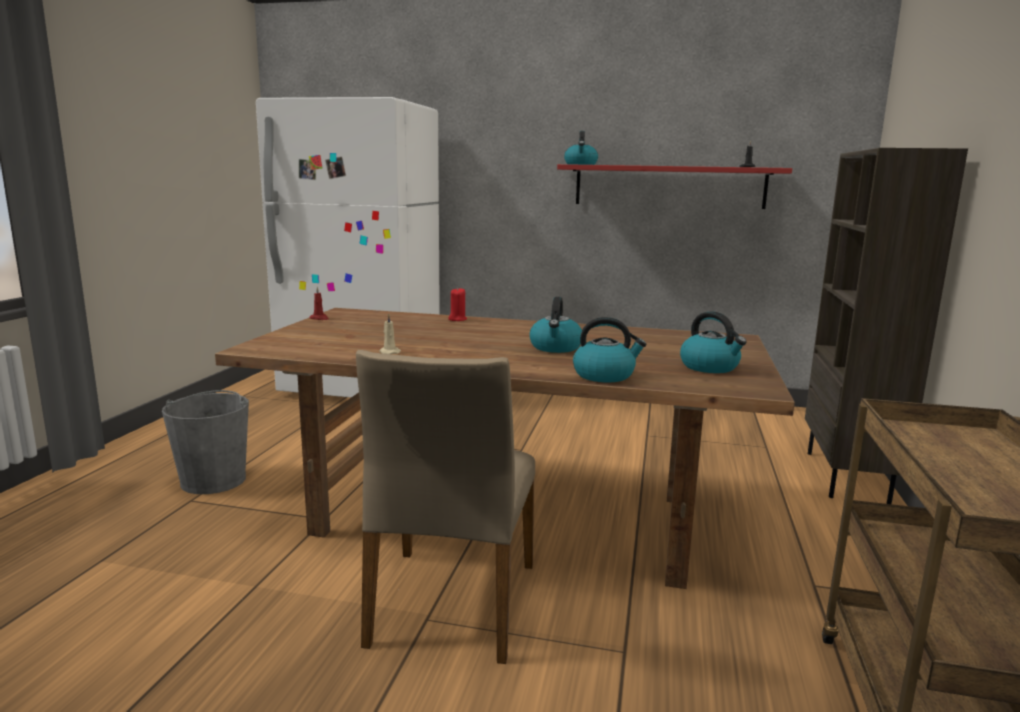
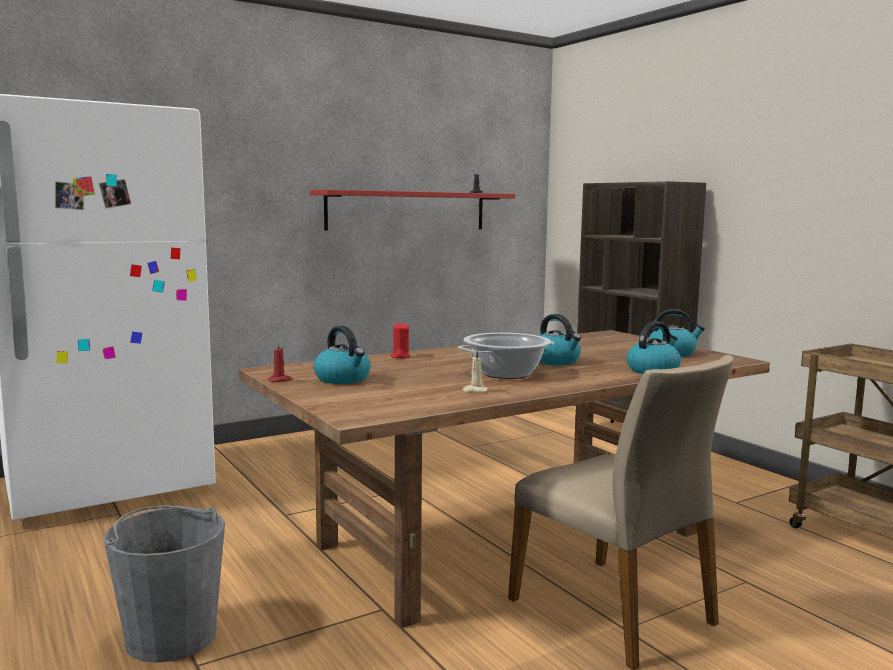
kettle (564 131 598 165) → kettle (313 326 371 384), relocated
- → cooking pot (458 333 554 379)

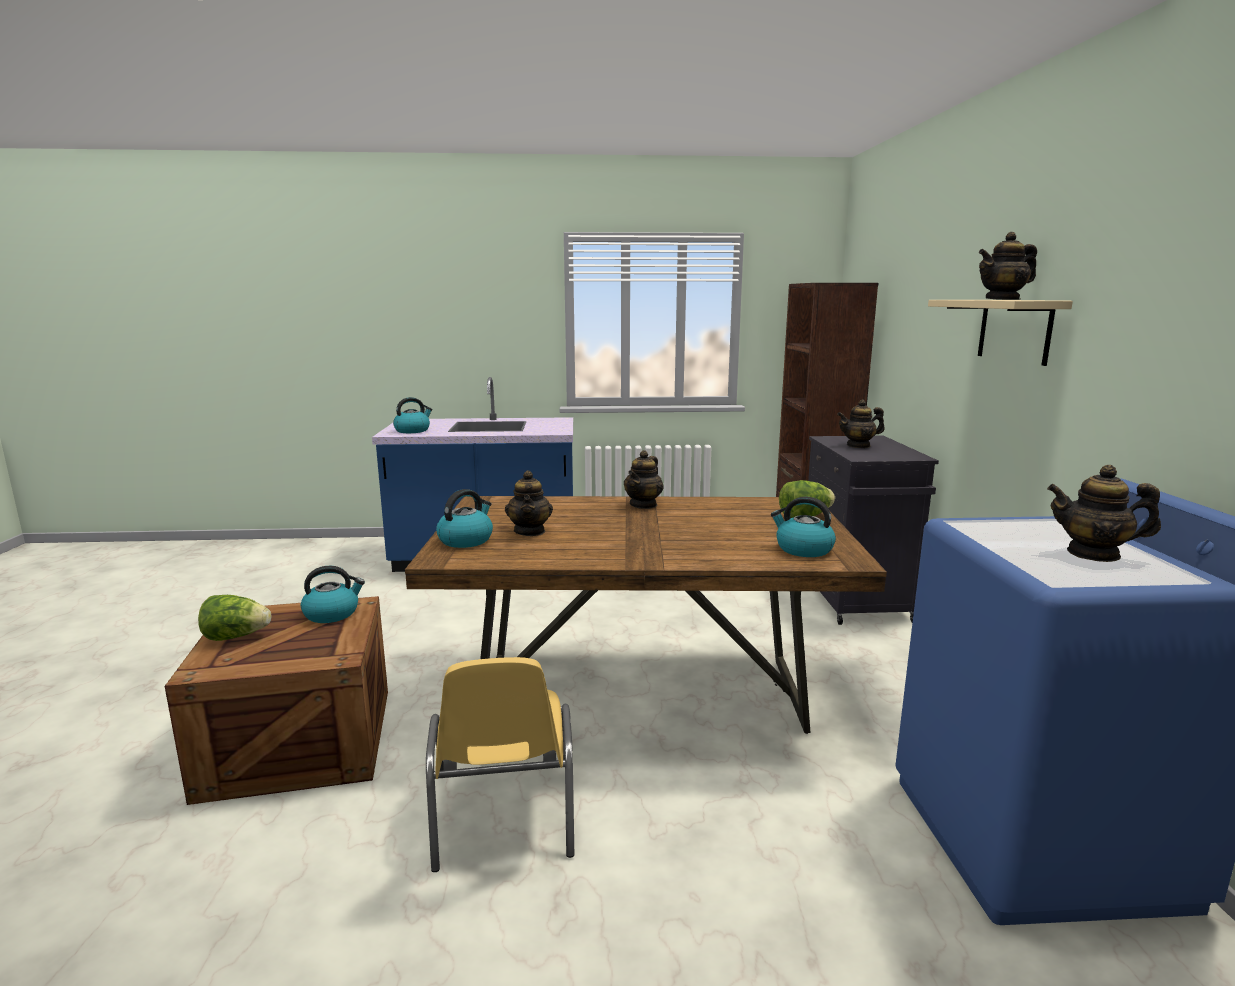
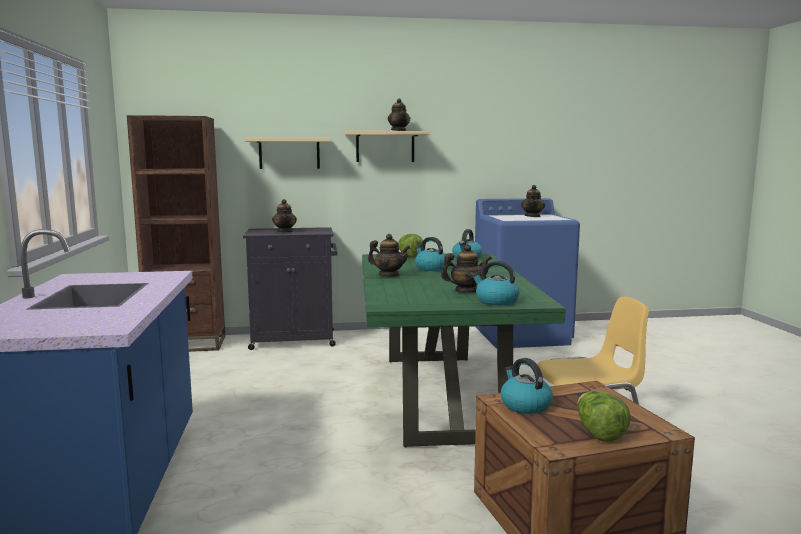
- → beige shelf (244 137 331 169)
brown dining table (405 496 887 734) → green dining table (362 253 566 448)
kettle (393 397 433 433) → kettle (415 237 446 271), relocated

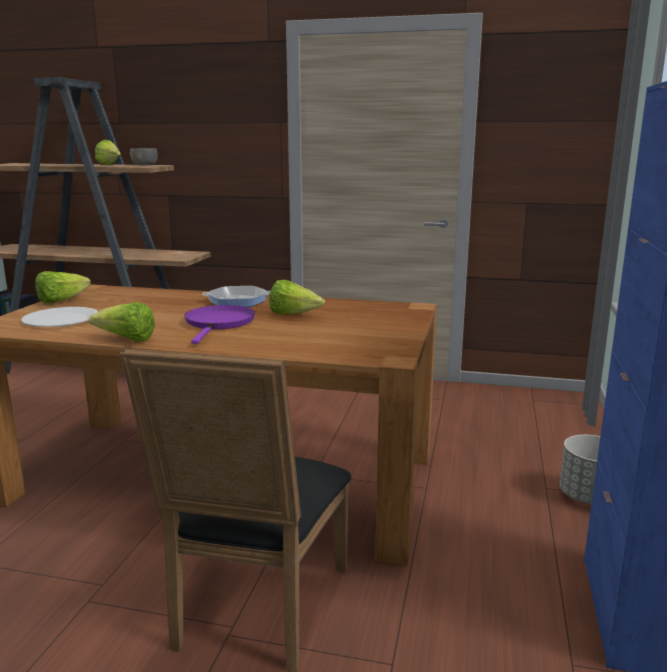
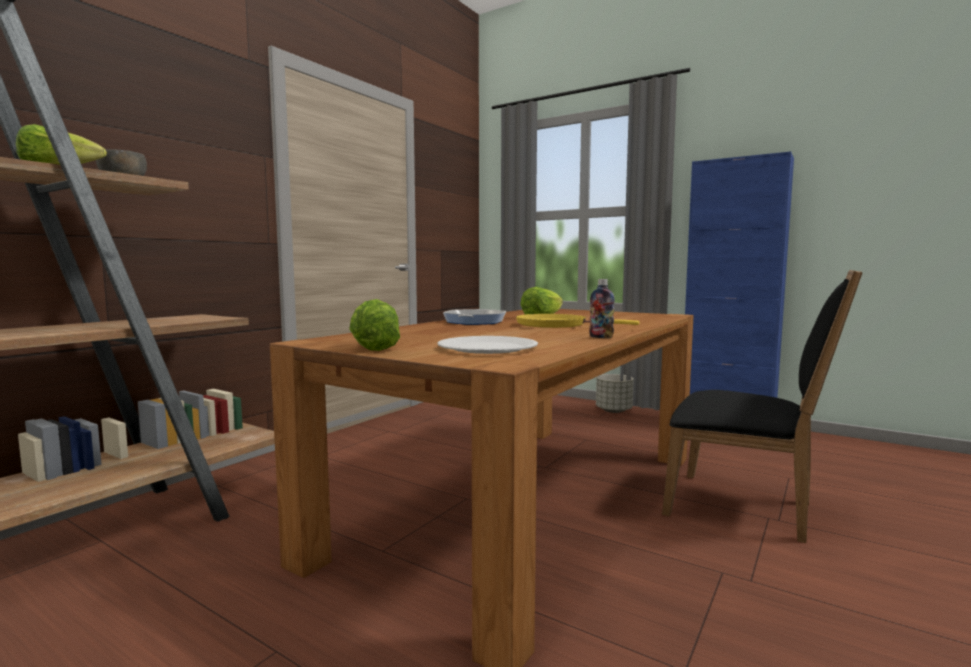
purple frying pan (184 305 255 344) → yellow frying pan (516 314 639 328)
lettuce (88 302 155 342) → bottle (589 279 615 338)

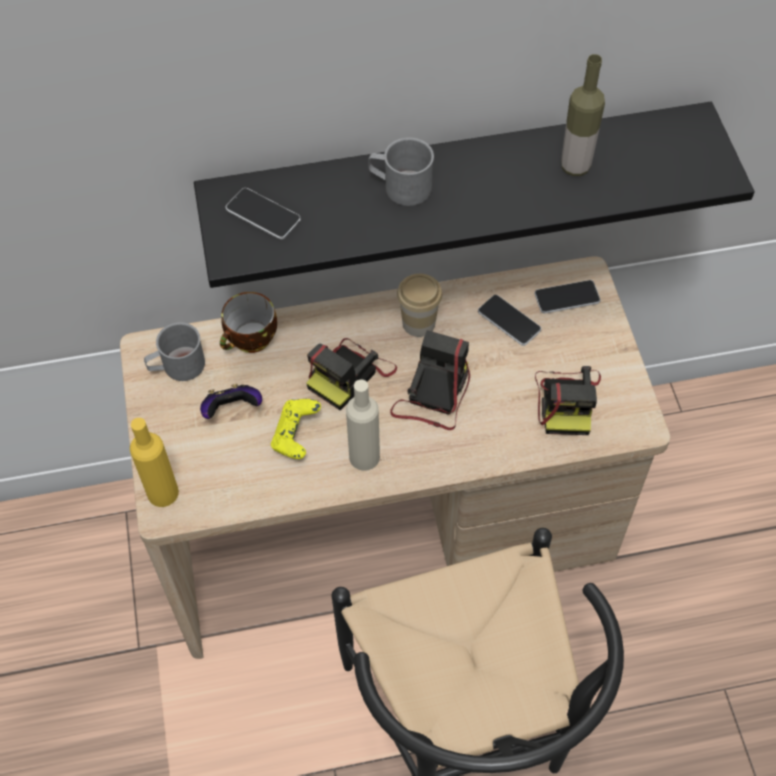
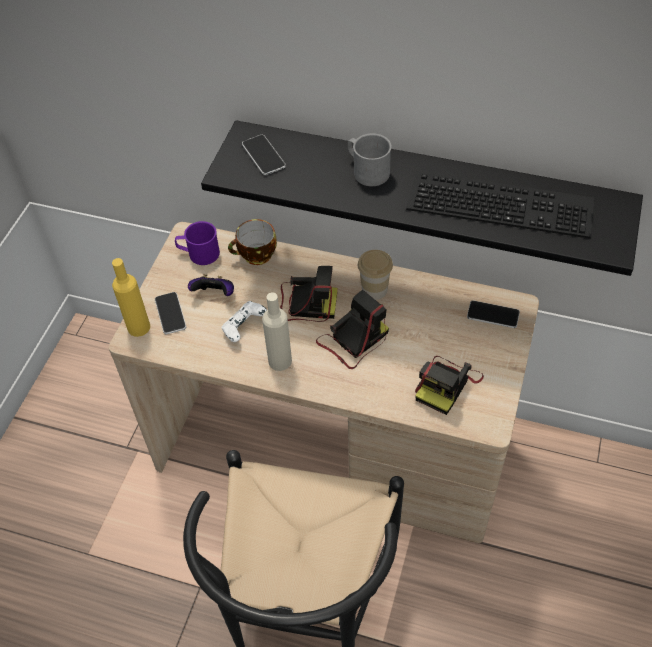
phone (478 295 541 346) → phone (155 292 186 334), relocated
grey mug (144 322 205 381) → purple mug (175 221 220 265)
yellow game controller (271 399 321 459) → white game controller (221 301 267 342)
photo camera (306 338 397 410) → photo camera (280 266 338 322), 150 degrees counterclockwise
bottle (561 54 605 176) → keyboard (406 171 595 239)

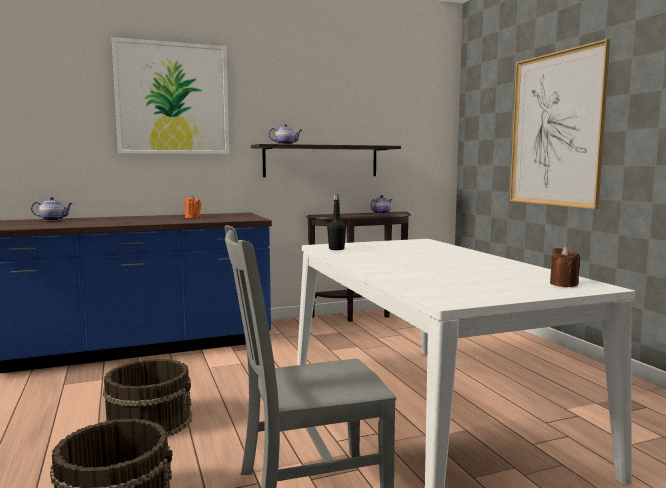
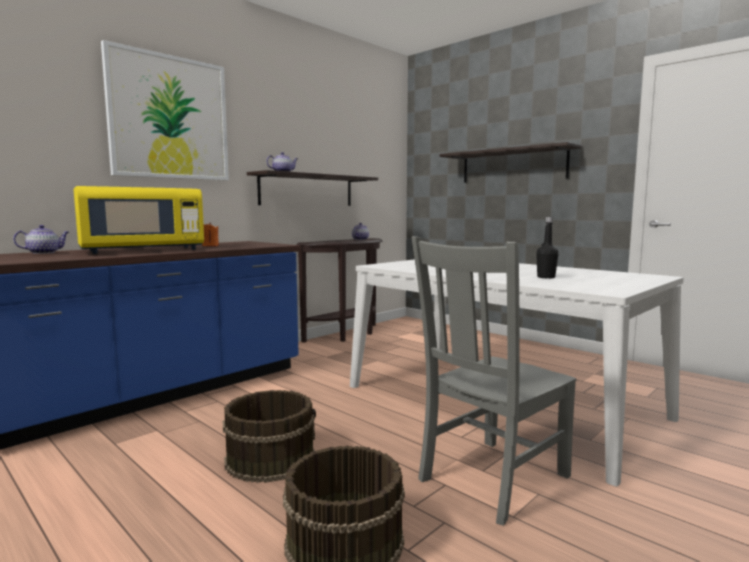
- → yellow microwave (73 186 204 254)
picture (510 39 611 209) → shelf (440 142 582 183)
black bottle (327 195 346 250) → black bottle (536 217 559 279), relocated
brown candle (550 246 580 287) → -

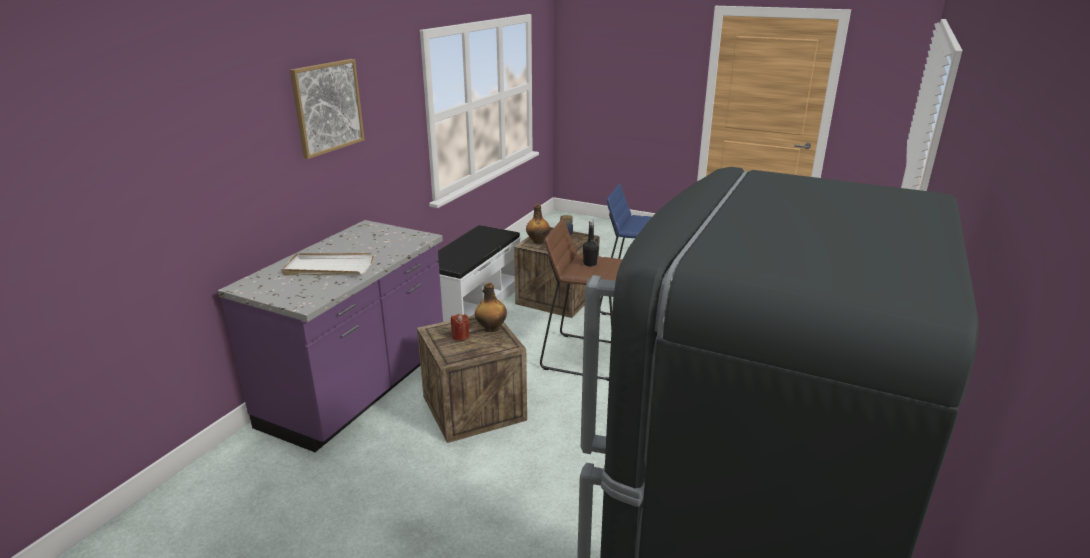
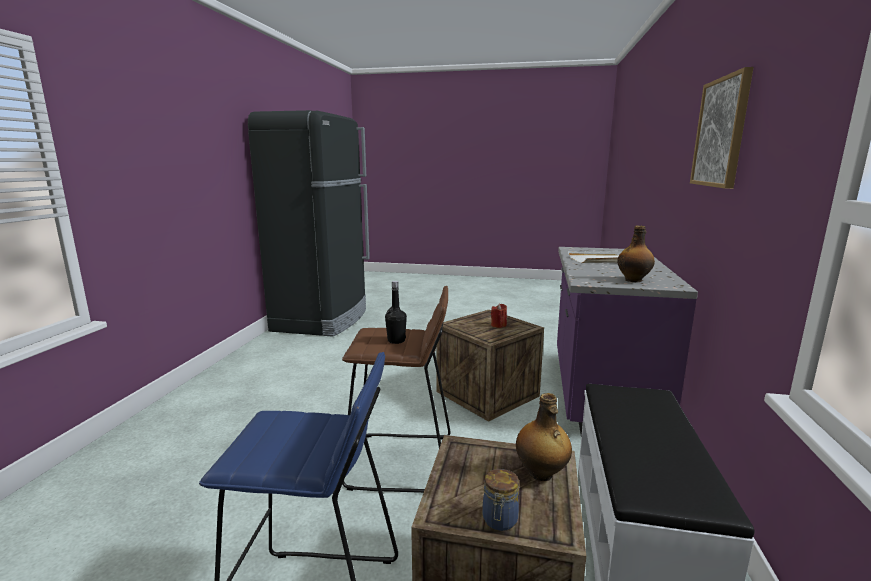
bottle (475 282 507 332) → bottle (617 226 655 282), relocated

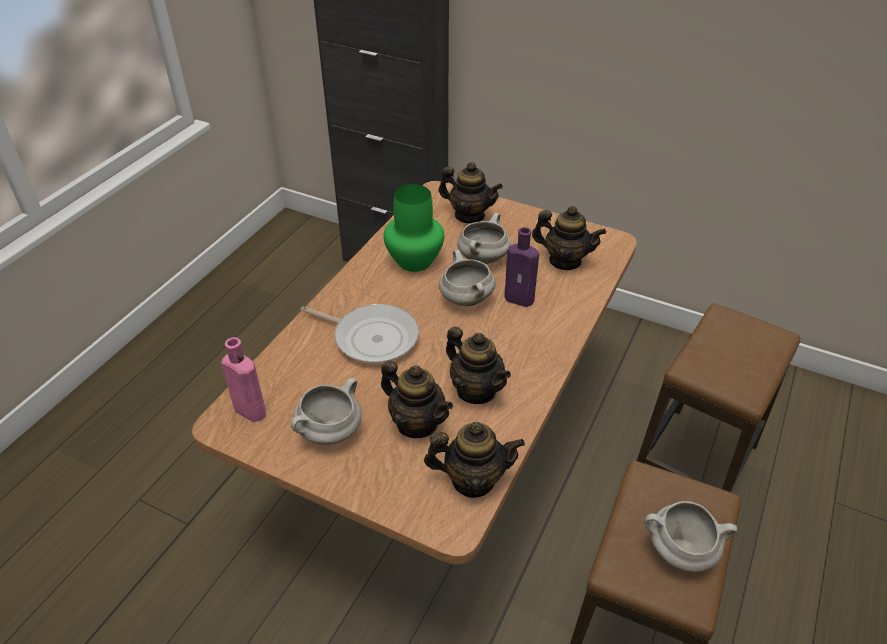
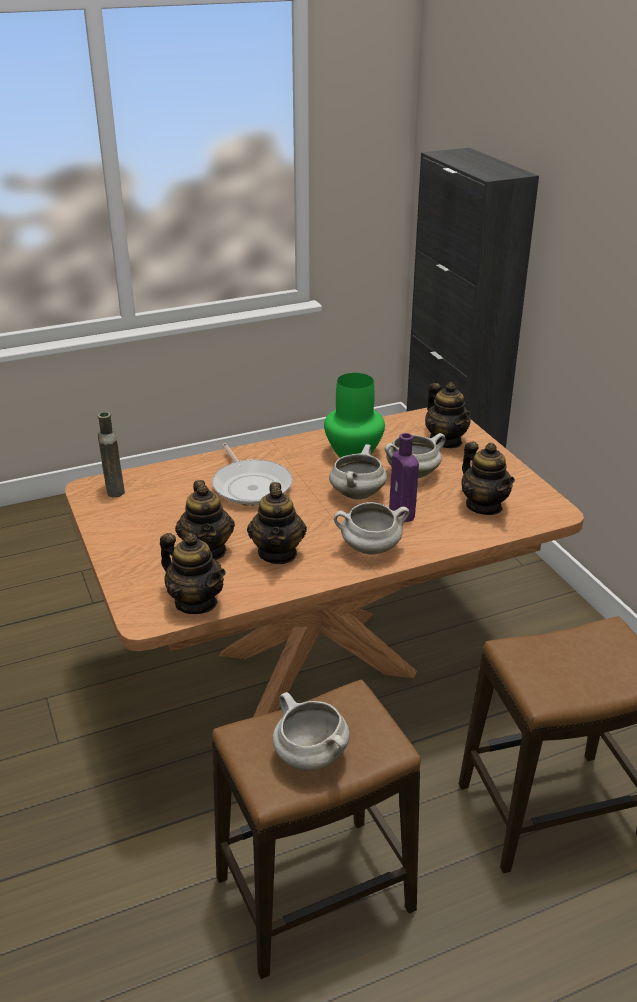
pink bottle (221 337 266 422) → brown bottle (98 412 125 498)
white cooking pot (291 378 362 445) → white cooking pot (334 502 409 555), relocated

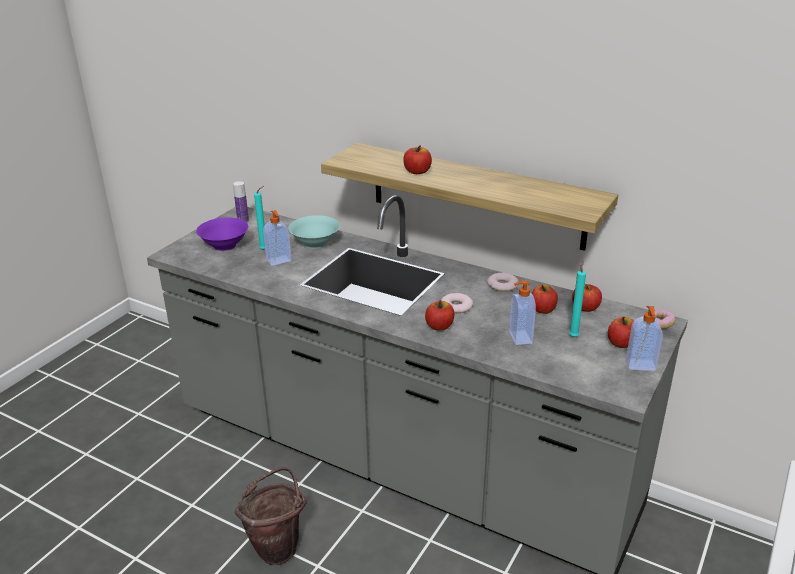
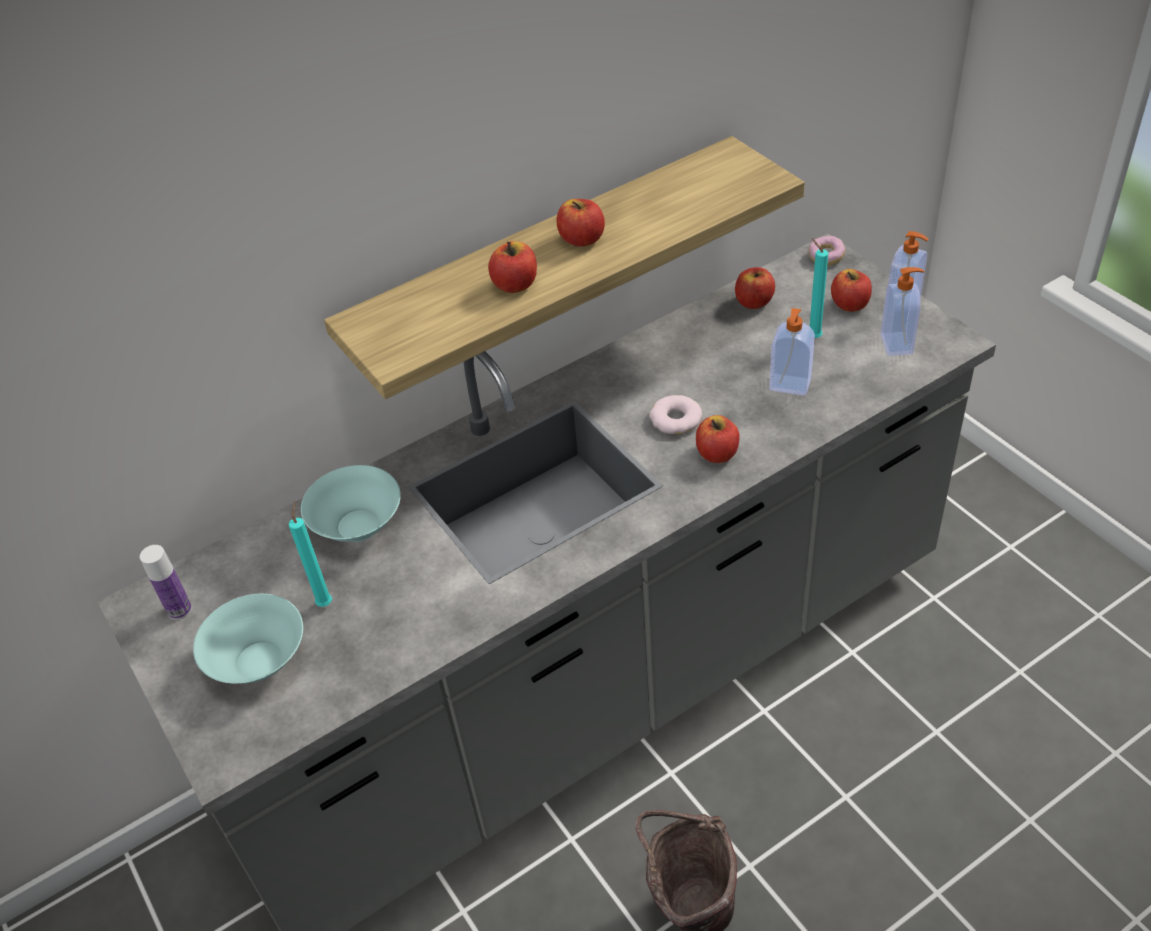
purple bowl (196 217 248 251) → turquoise bowl (193 594 303 683)
apple (532 285 558 314) → apple (557 199 605 247), relocated
soap dispenser (263 210 292 266) → soap dispenser (881 267 924 356), relocated
donut (487 273 519 292) → -

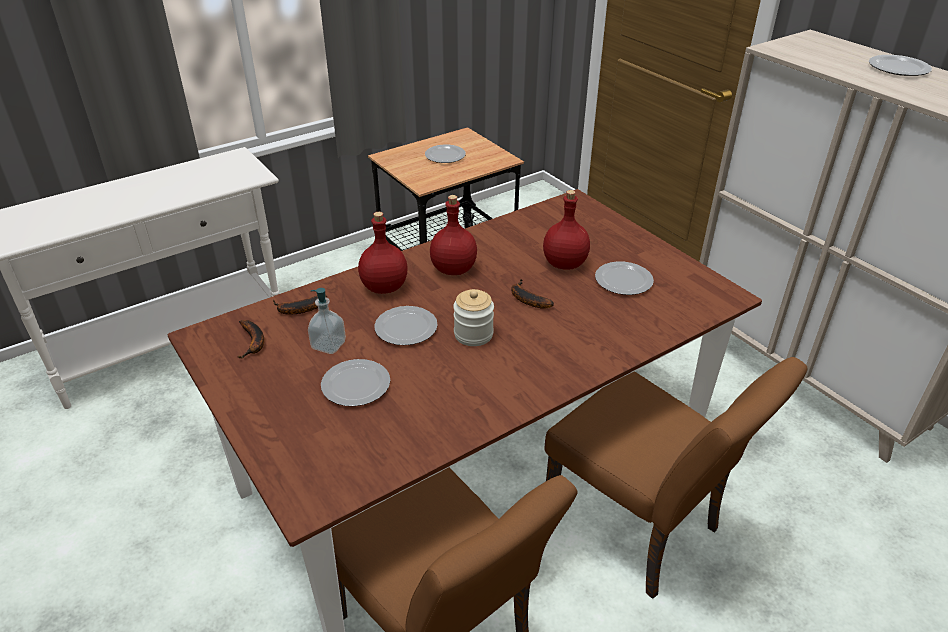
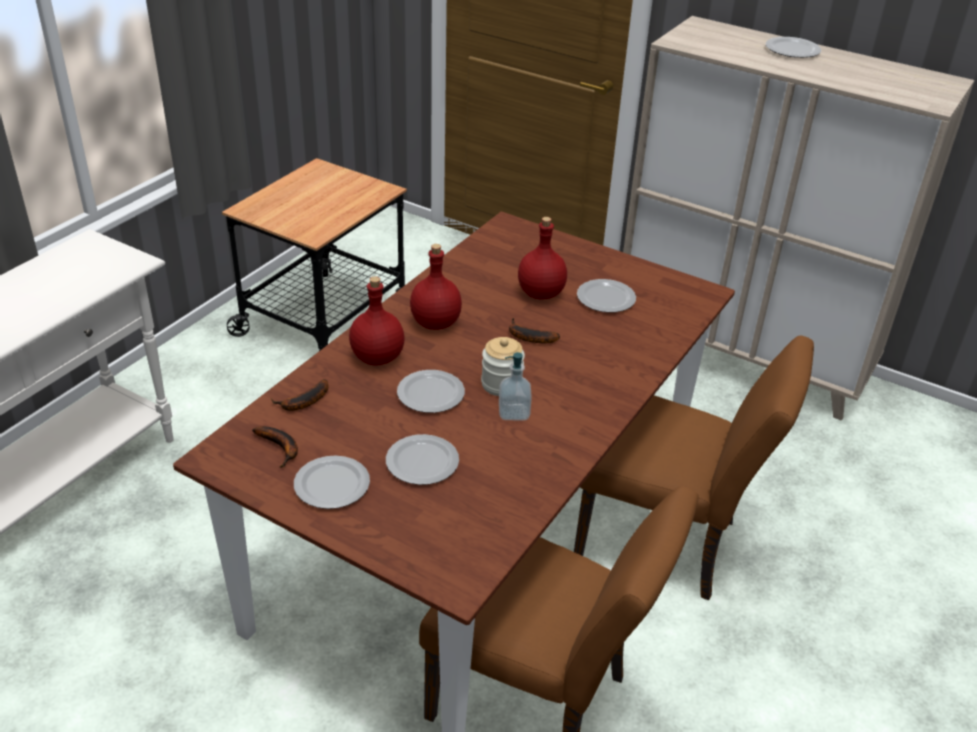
plate (425 145 466 163) → plate (294 455 370 509), relocated
soap dispenser (308 288 346 354) → soap dispenser (499 352 532 421), relocated

